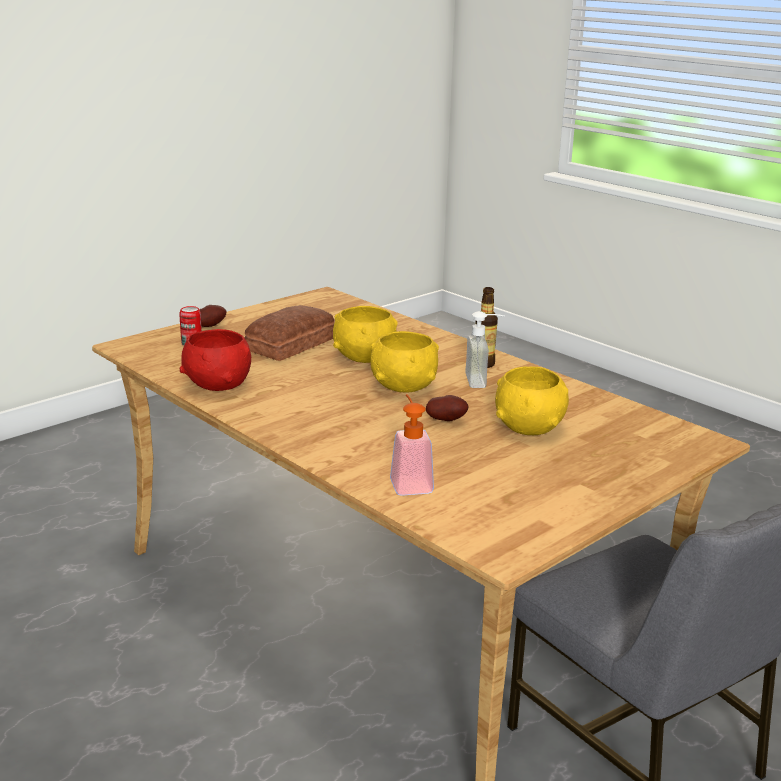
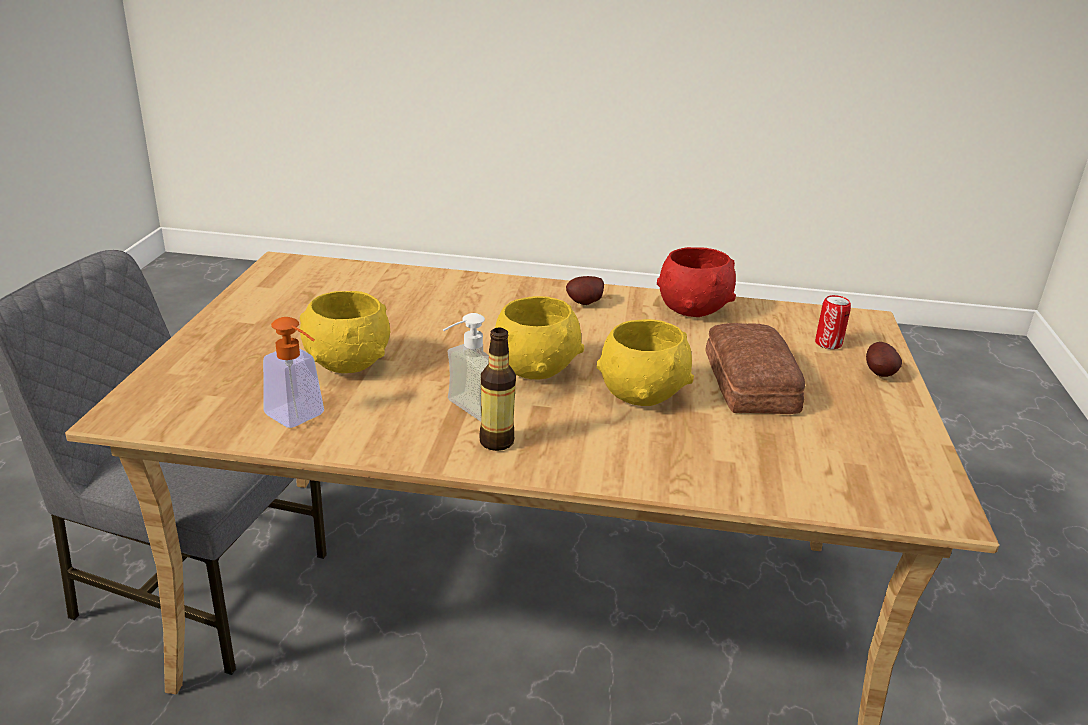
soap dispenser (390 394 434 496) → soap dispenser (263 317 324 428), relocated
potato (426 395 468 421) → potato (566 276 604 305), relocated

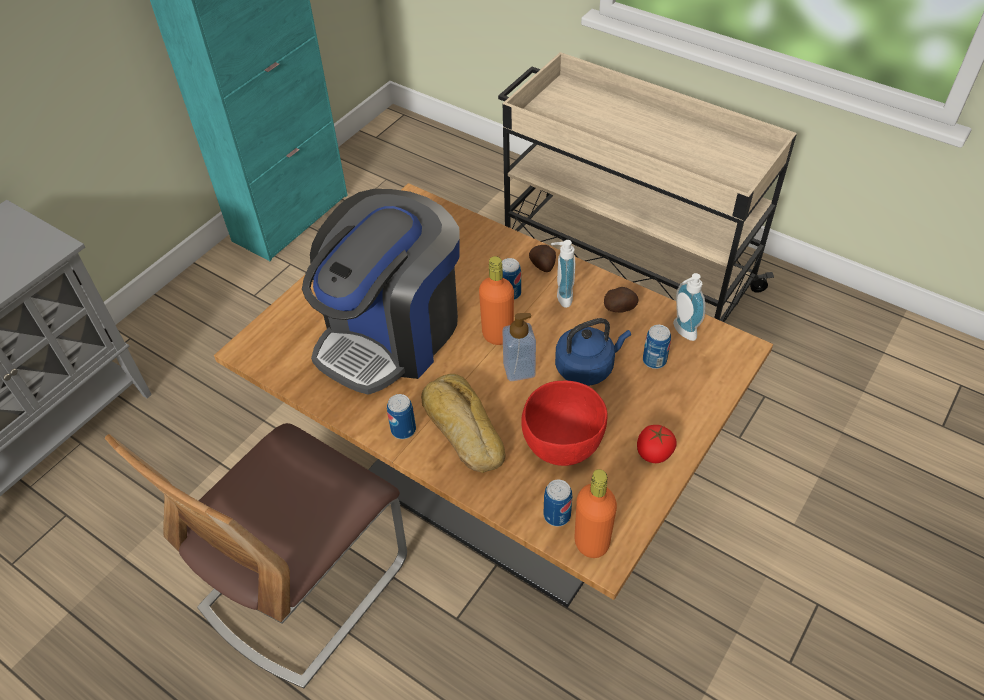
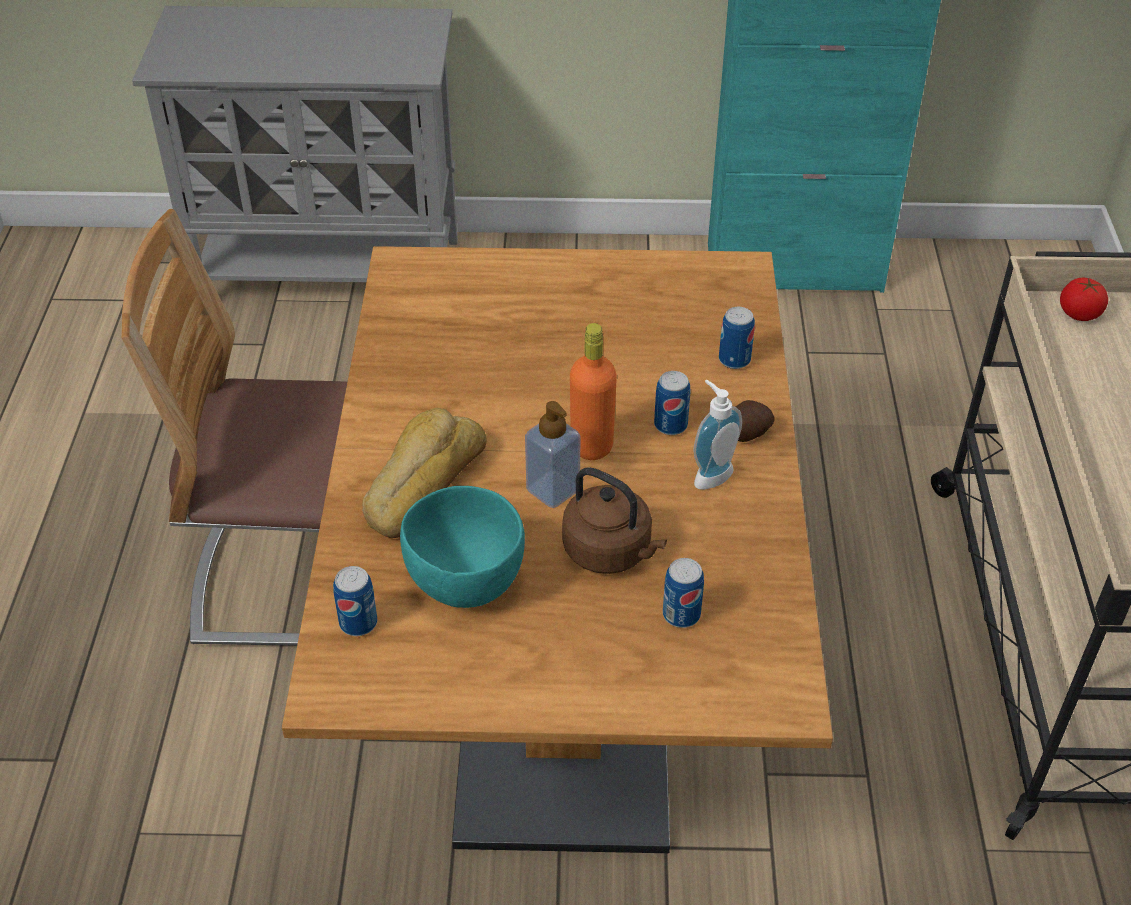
red bowl (521 381 608 466) → turquoise bowl (400 486 525 608)
blue kettle (555 318 631 386) → brown kettle (562 467 667 574)
can (387 394 416 439) → can (719 307 755 369), relocated
tomato (637 425 677 463) → tomato (1060 278 1108 321), relocated
coffee machine (302 189 460 395) → -
orange bottle (574 469 617 558) → -
potato (604 287 639 312) → -
soap dispenser (673 273 705 341) → -

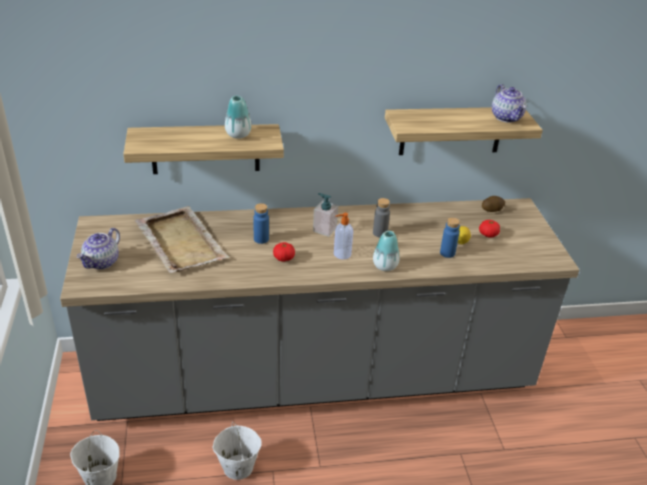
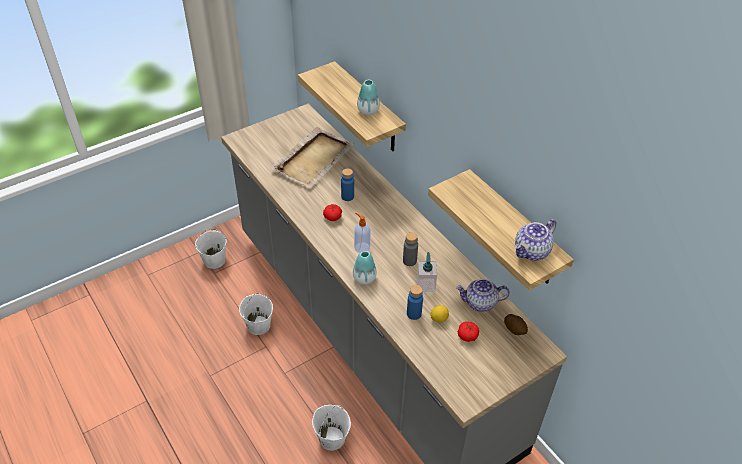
- → white bucket (312 405 351 450)
soap dispenser (313 193 338 237) → soap dispenser (417 252 437 292), relocated
teapot (77 228 120 269) → teapot (456 279 510 312), relocated

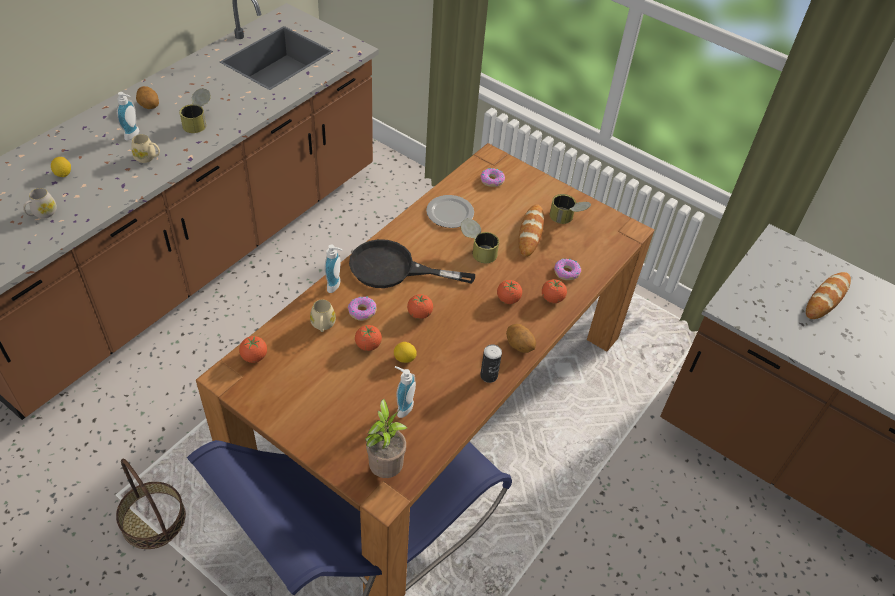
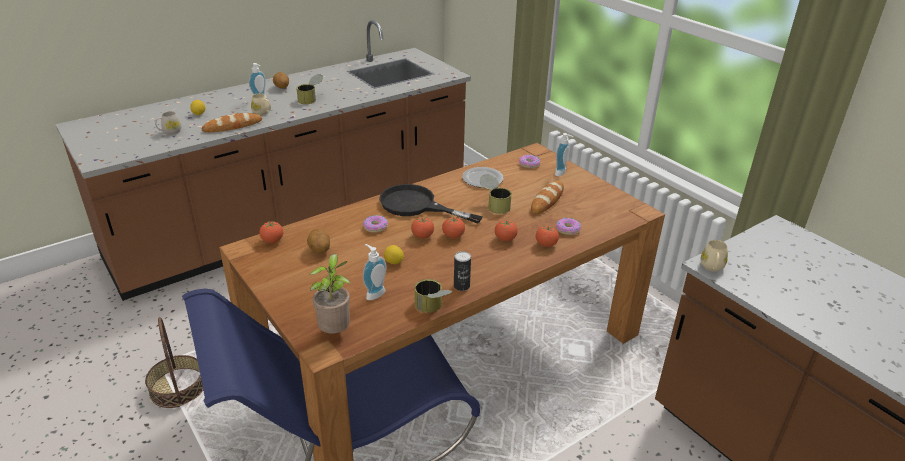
bread (806 272 851 319) → bread (202 113 262 132), relocated
potato (506 324 536 353) → potato (307 229 330 253), relocated
can (550 194 591 224) → can (414 279 452 313), relocated
tomato (355 325 382 351) → tomato (442 217 465 238), relocated
soap dispenser (324 244 343 293) → soap dispenser (555 133 574 176), relocated
beige mug (310 299 336 332) → beige mug (700 240 728 271), relocated

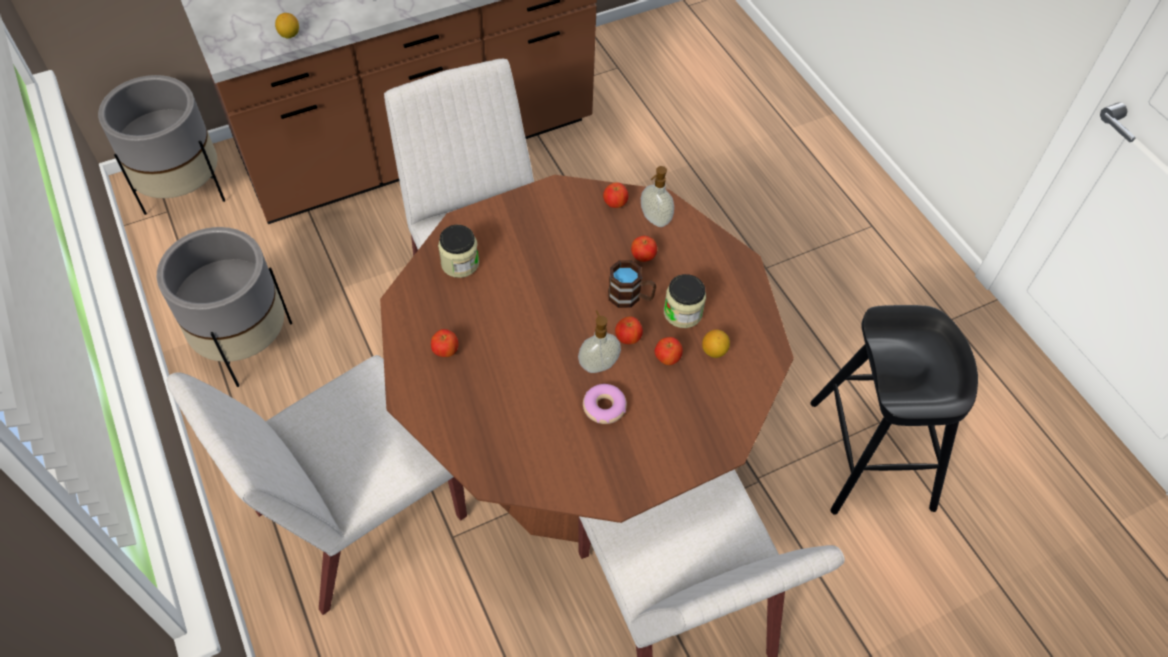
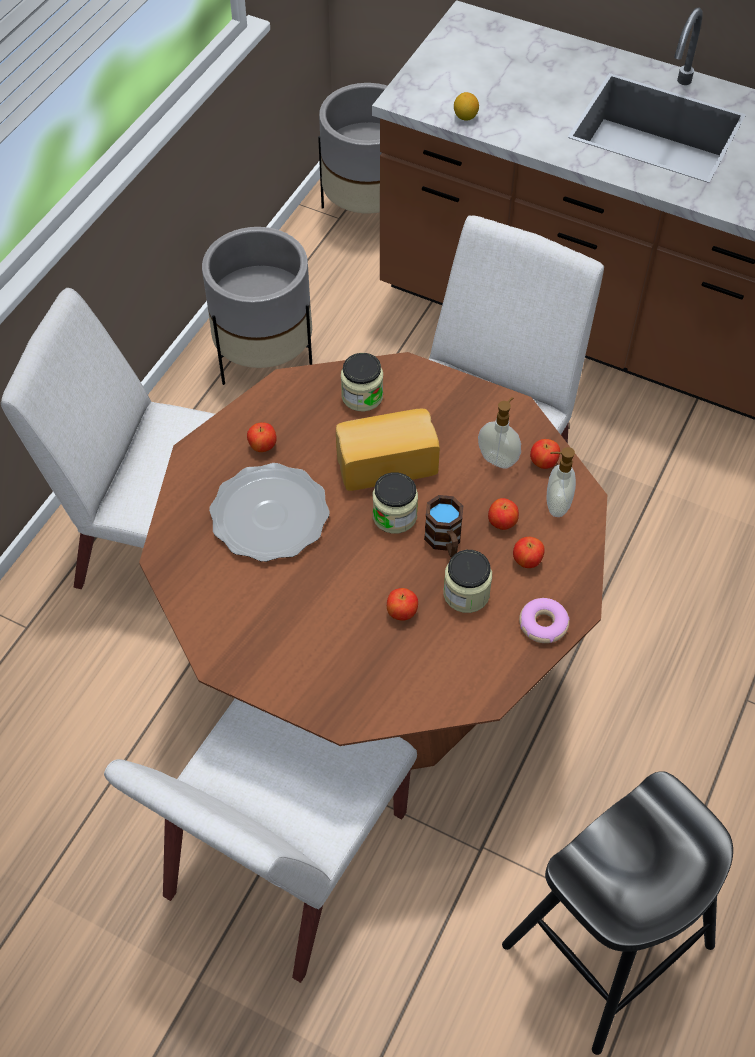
- → plate (209 463 330 562)
- → bread (336 409 440 491)
- → jar (373 472 418 534)
soap dispenser (578 310 621 373) → soap dispenser (478 397 521 469), relocated
apple (615 317 643 344) → apple (513 537 545 568), relocated
donut (583 384 627 424) → donut (519 598 570 643), relocated
lemon (702 329 730 358) → -

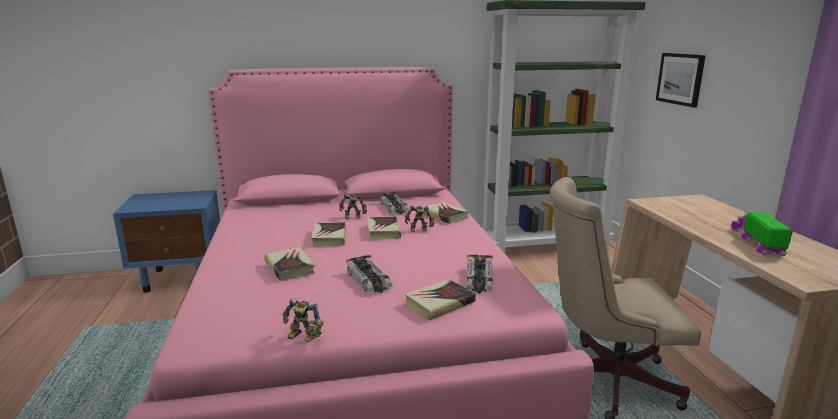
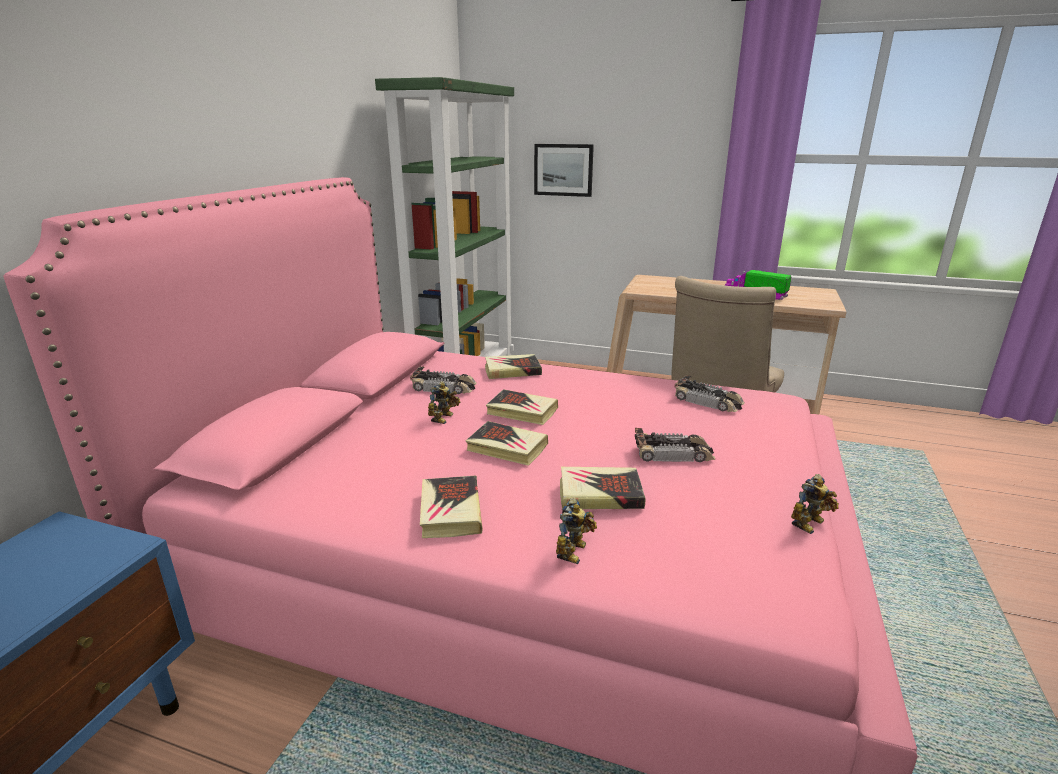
book (405 279 476 321) → book (420 476 483 538), relocated
toy robot (405 205 434 232) → toy robot (556 498 597 564), relocated

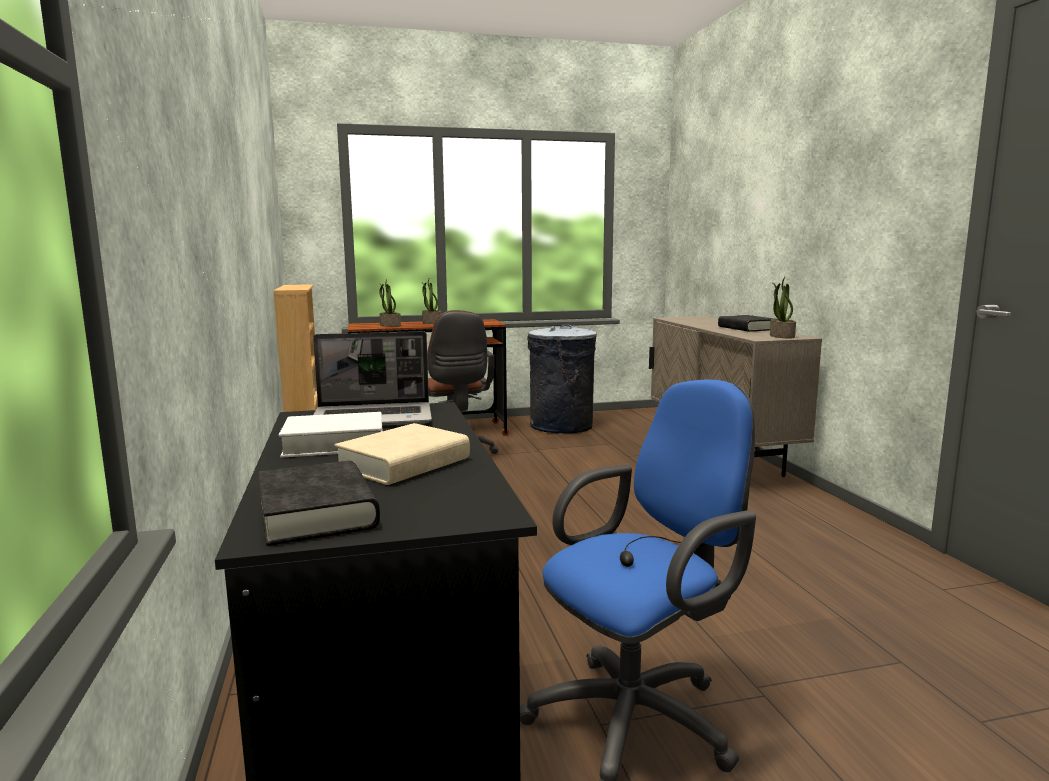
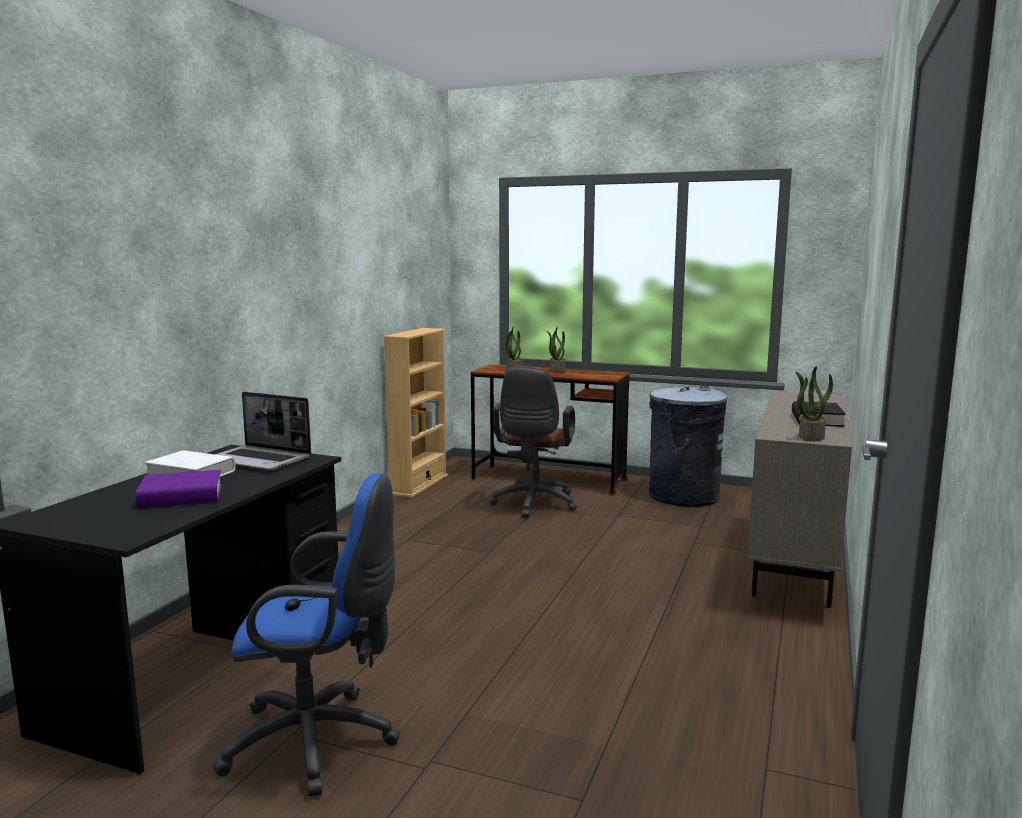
beige book (334 423 470 485) → purple book (136 470 222 508)
black book (258 461 380 546) → -

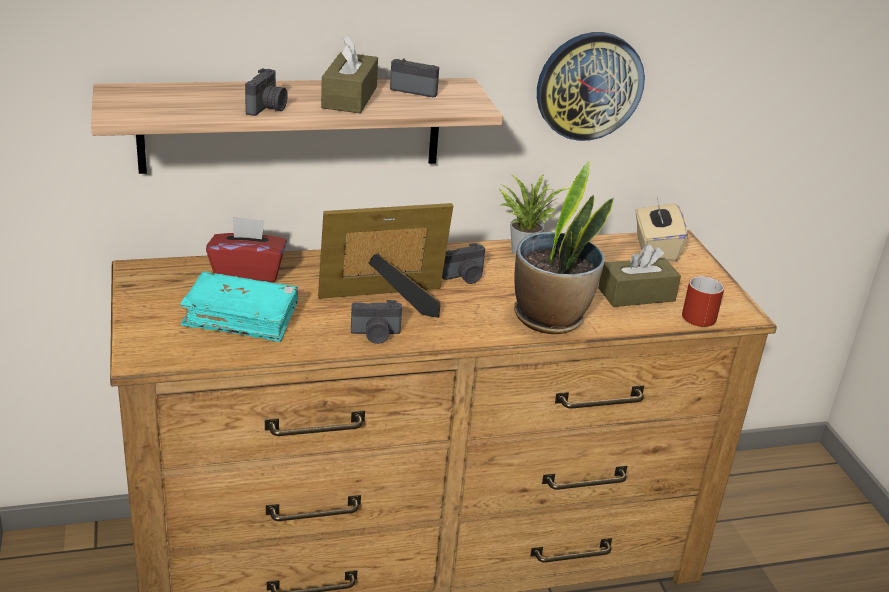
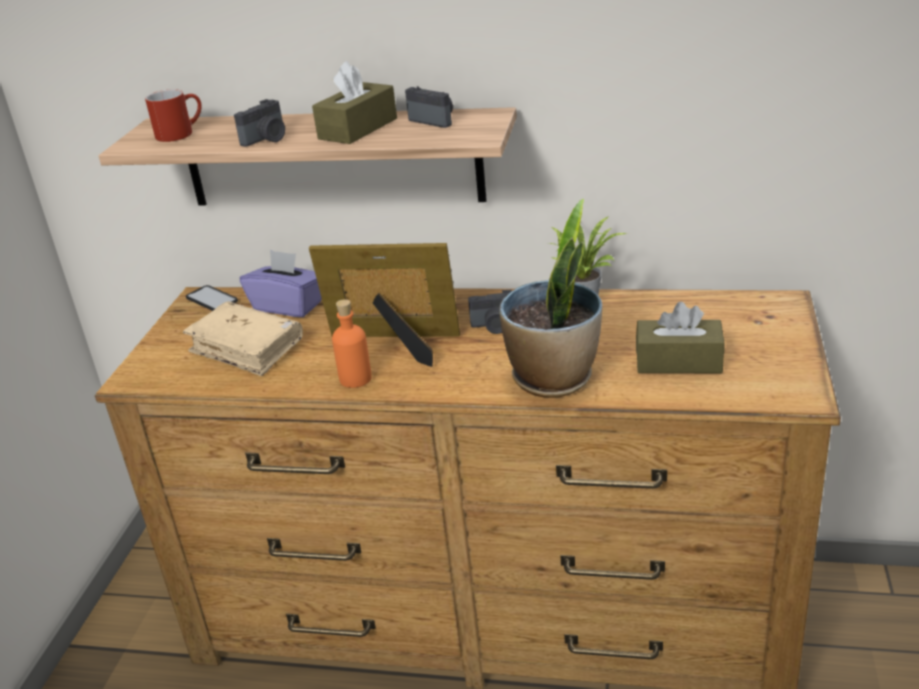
red mug (682 276 724 327) → red mug (145 89 202 142), relocated
turquoise book (180 271 298 342) → beige book (183 301 303 376)
- → phone (186 285 238 311)
red tissue box (206 217 287 283) → purple tissue box (240 250 322 317)
photo camera (351 300 402 344) → orange bottle (332 299 372 388)
wall clock (537 32 645 141) → -
beige tissue box (636 198 688 262) → -

